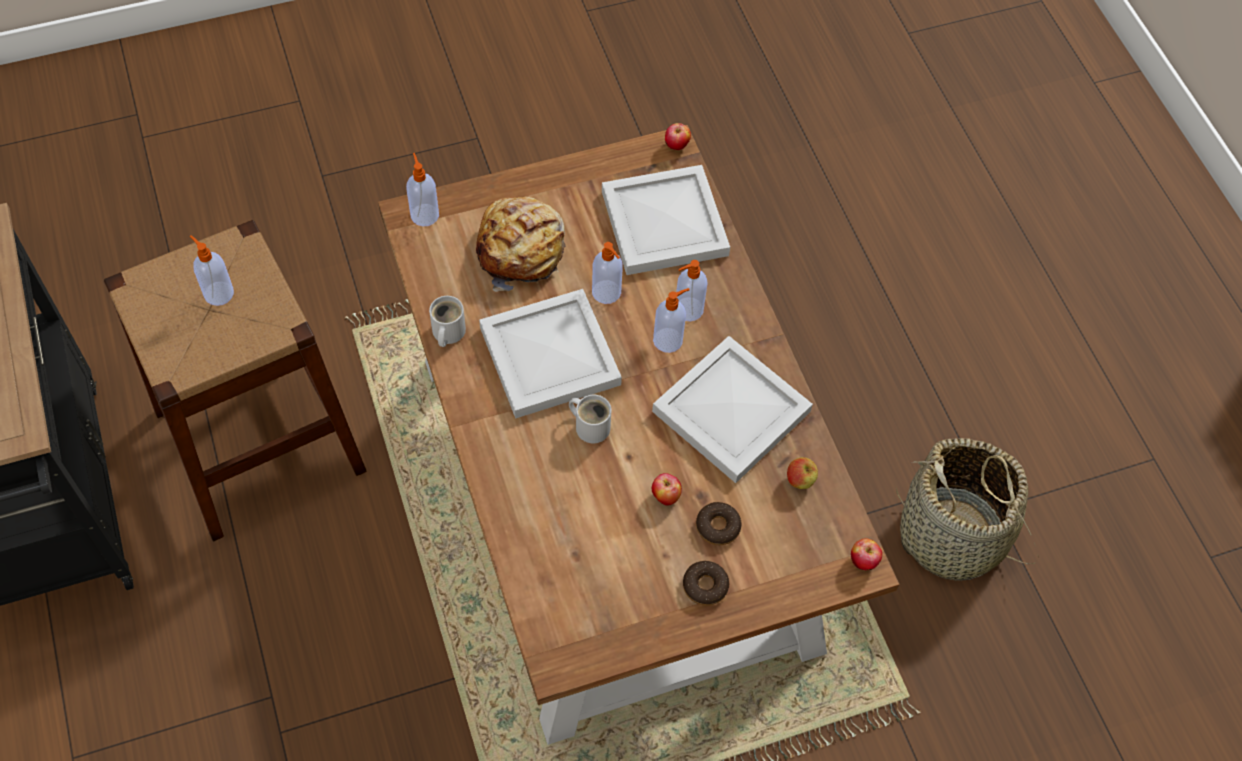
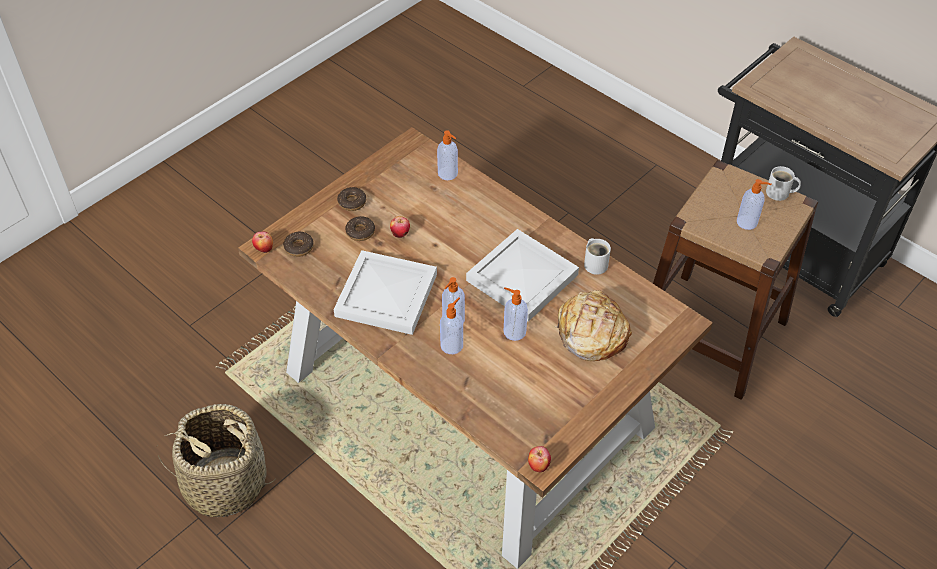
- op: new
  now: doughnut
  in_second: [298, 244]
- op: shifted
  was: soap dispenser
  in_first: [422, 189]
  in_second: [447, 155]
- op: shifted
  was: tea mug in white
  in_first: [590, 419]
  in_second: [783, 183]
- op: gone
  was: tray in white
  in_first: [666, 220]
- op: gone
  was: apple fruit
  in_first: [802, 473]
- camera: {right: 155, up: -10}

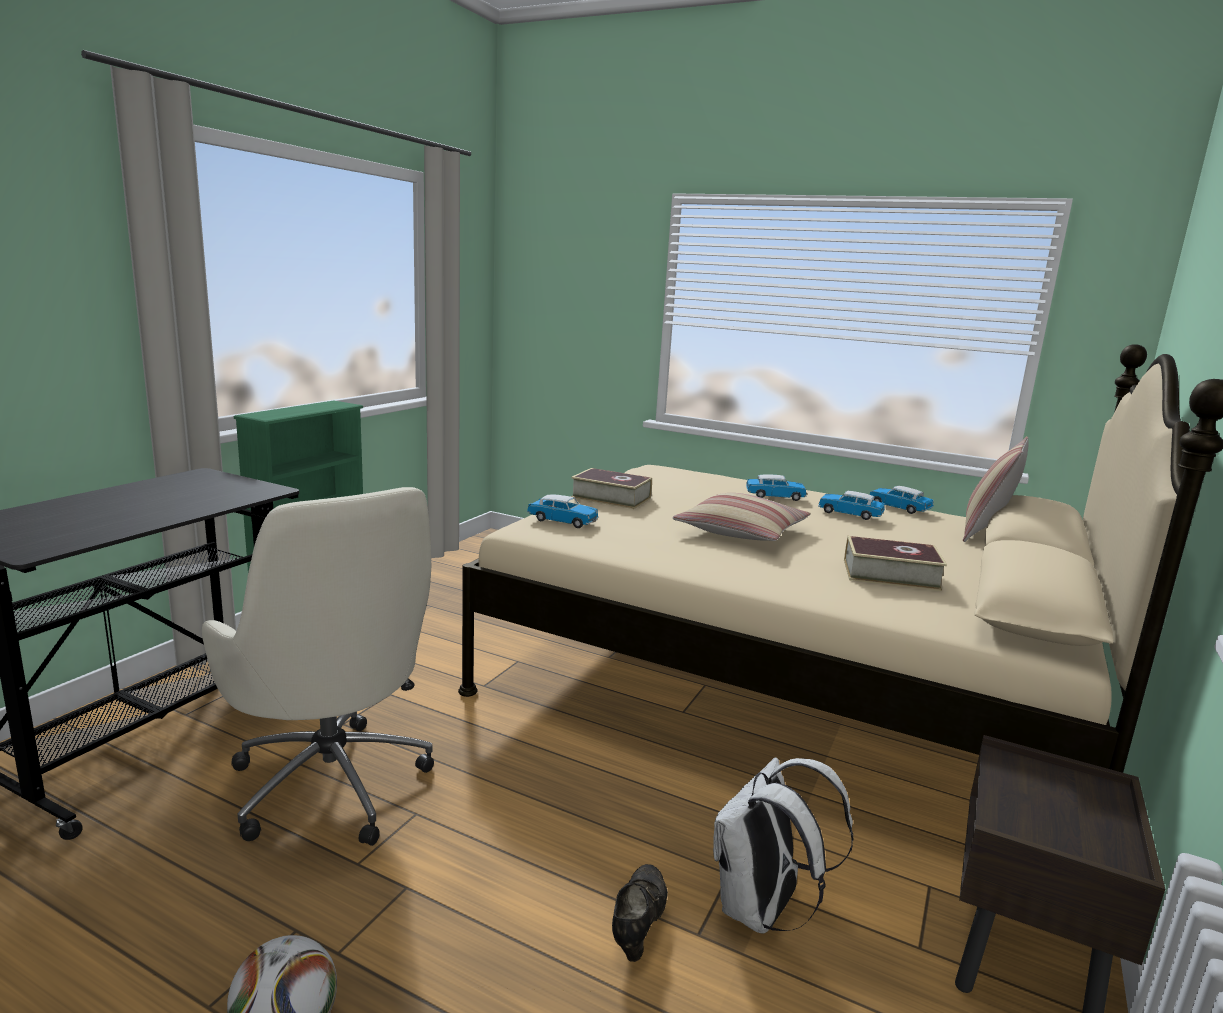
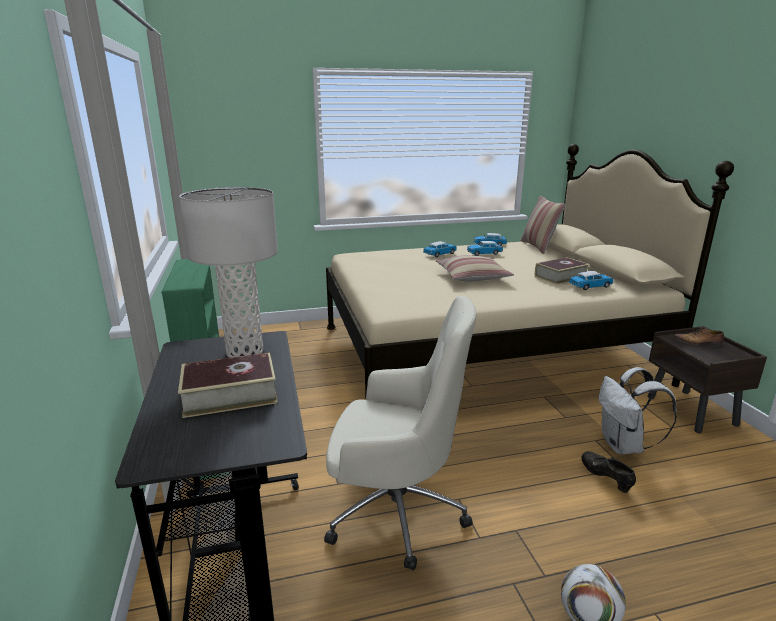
- op: shifted
  was: volume
  in_first: [611, 488]
  in_second: [228, 385]
- op: new
  now: table lamp in white
  in_second: [228, 272]
- op: shifted
  was: miniature car
  in_first: [563, 511]
  in_second: [591, 280]
- op: new
  now: shoe
  in_second: [698, 337]
- camera: {right: -40, up: 5}

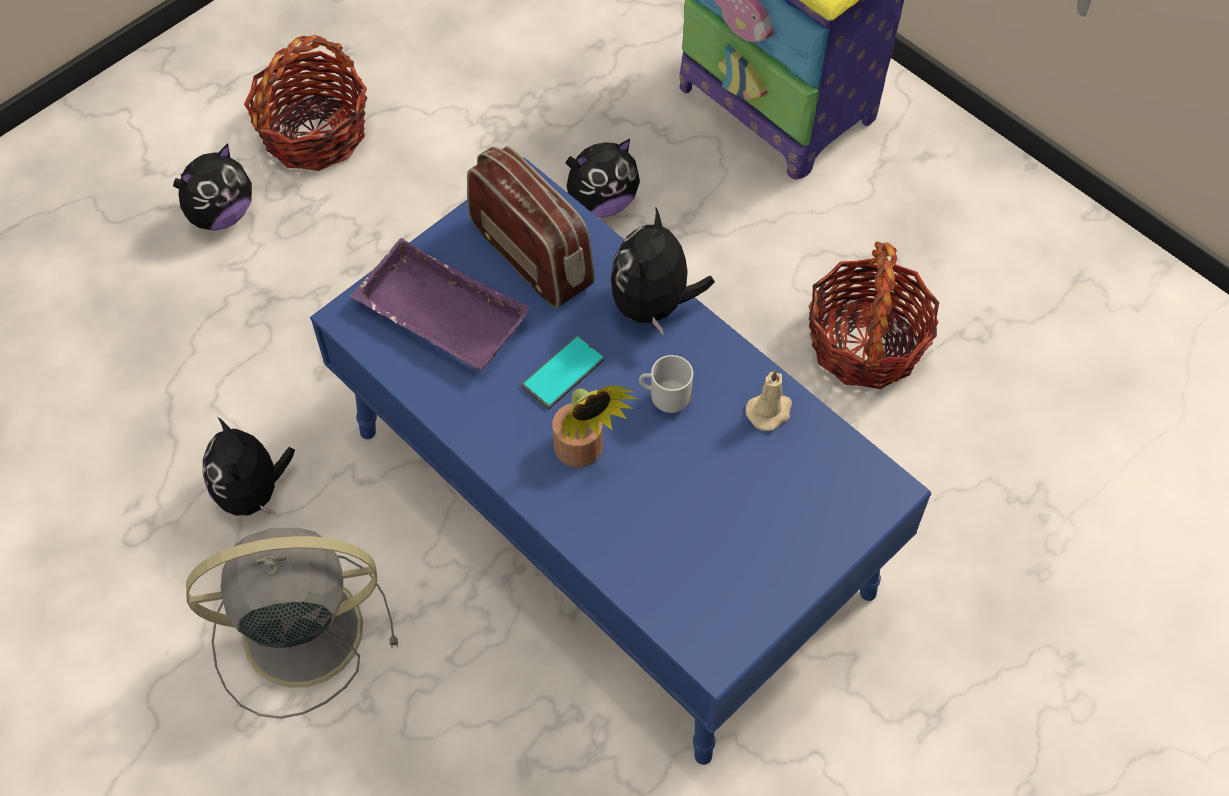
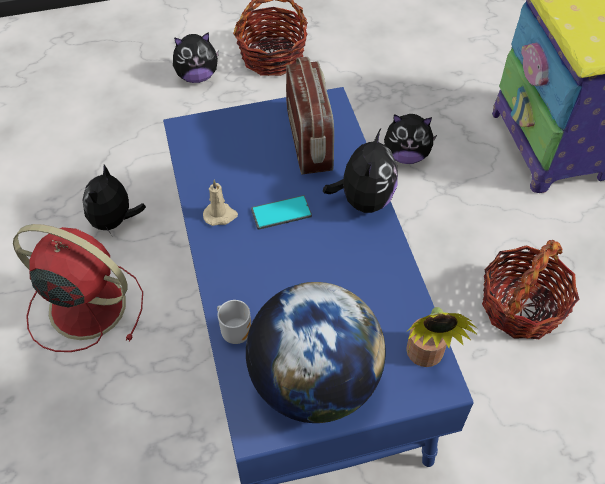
- op: repainted
  was: fan in greyish
  now: fan in red
  in_first: [292, 623]
  in_second: [78, 288]
- op: shifted
  was: wax light in beige
  in_first: [769, 400]
  in_second: [220, 203]
- op: shifted
  was: tea mug
  in_first: [666, 384]
  in_second: [234, 322]
- op: new
  now: desk globe
  in_second: [316, 352]
- op: rotated
  was: soft toy
  in_first: [662, 271]
  in_second: [360, 171]
  clockwise: 150
- op: shifted
  was: potted plant
  in_first: [595, 426]
  in_second: [442, 337]
- op: gone
  was: tray in purple
  in_first: [440, 304]
- camera: {right: 30, up: -5}

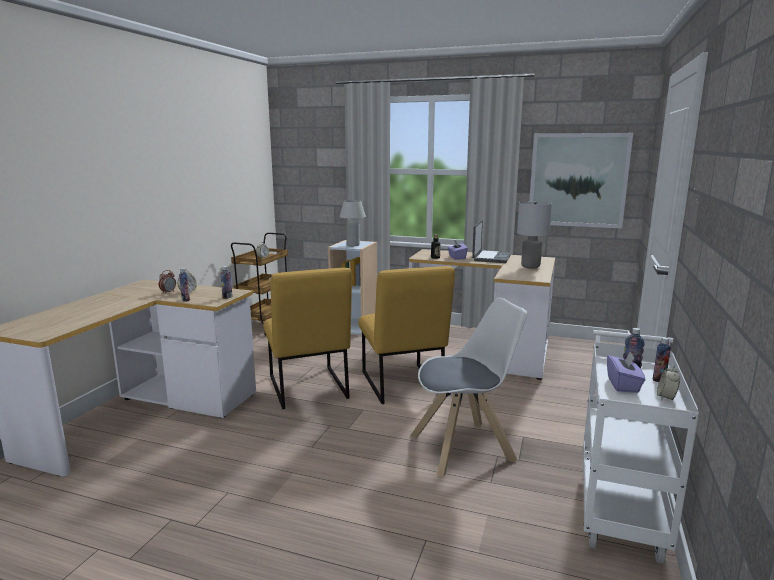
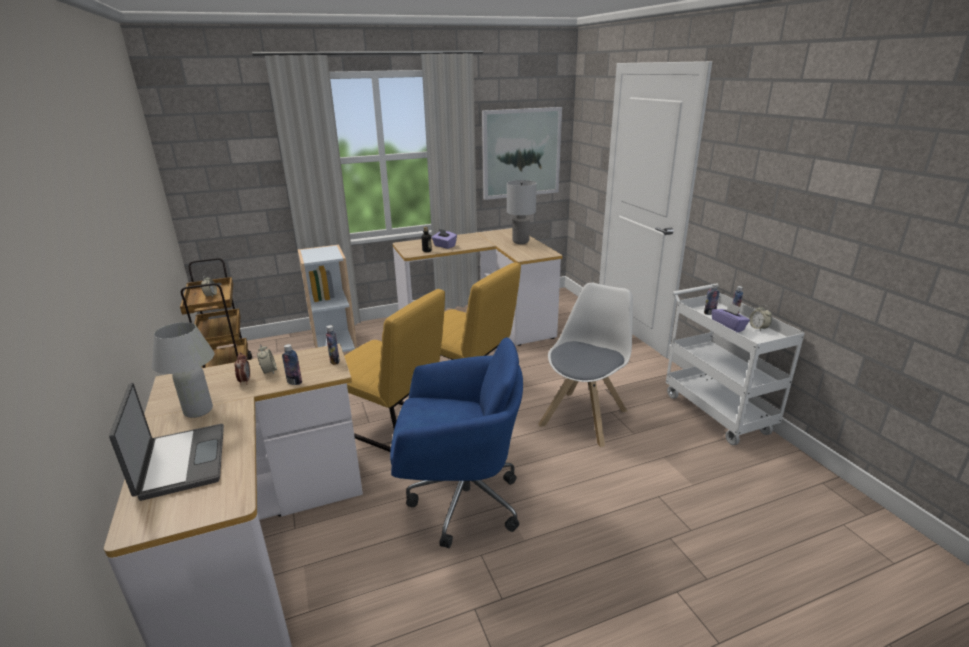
- op: shifted
  was: portable computer
  in_first: [492, 242]
  in_second: [166, 442]
- op: shifted
  was: table lamp in white
  in_first: [352, 223]
  in_second: [183, 370]
- op: new
  now: computer chair in blue-coloured
  in_second: [456, 442]
- camera: {right: -40, up: 10}

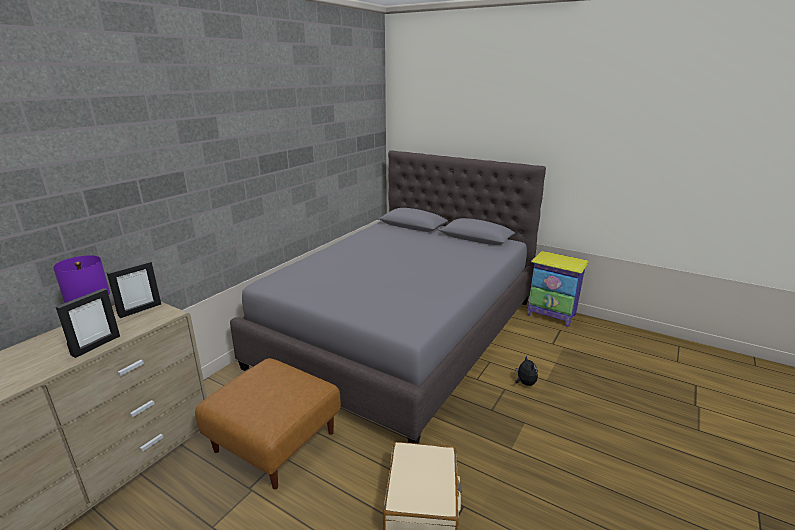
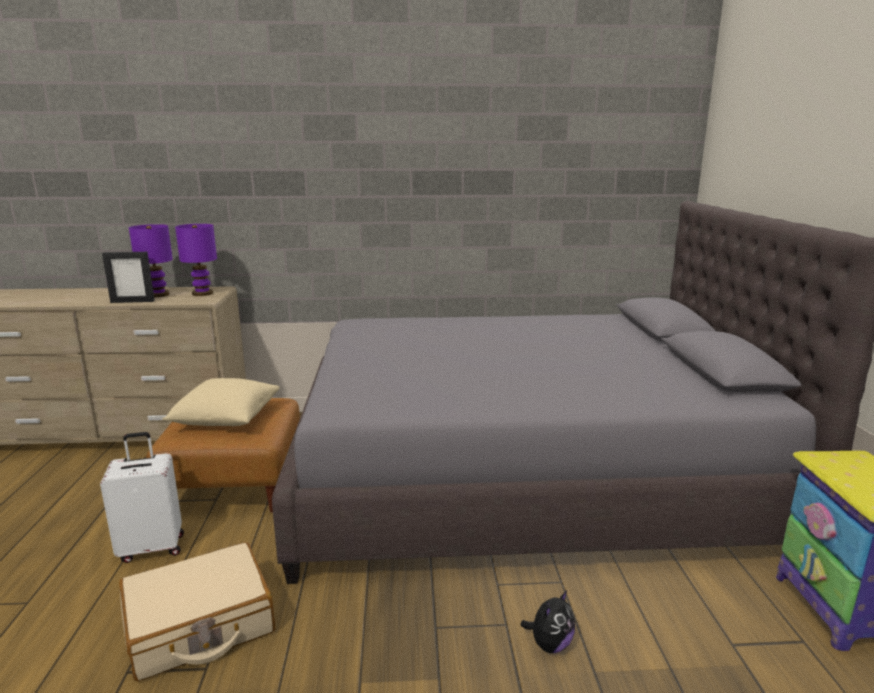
- op: new
  now: piece of luggage in white
  in_second: [142, 497]
- op: new
  now: cushion in beige
  in_second: [221, 402]
- op: swapped
  was: picture frame
  now: table lamp in purple
  in_first: [133, 289]
  in_second: [196, 260]
- camera: {right: 55, up: -5}

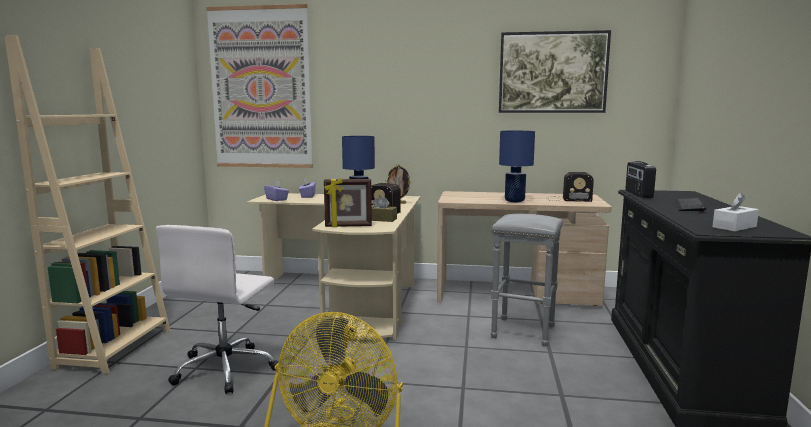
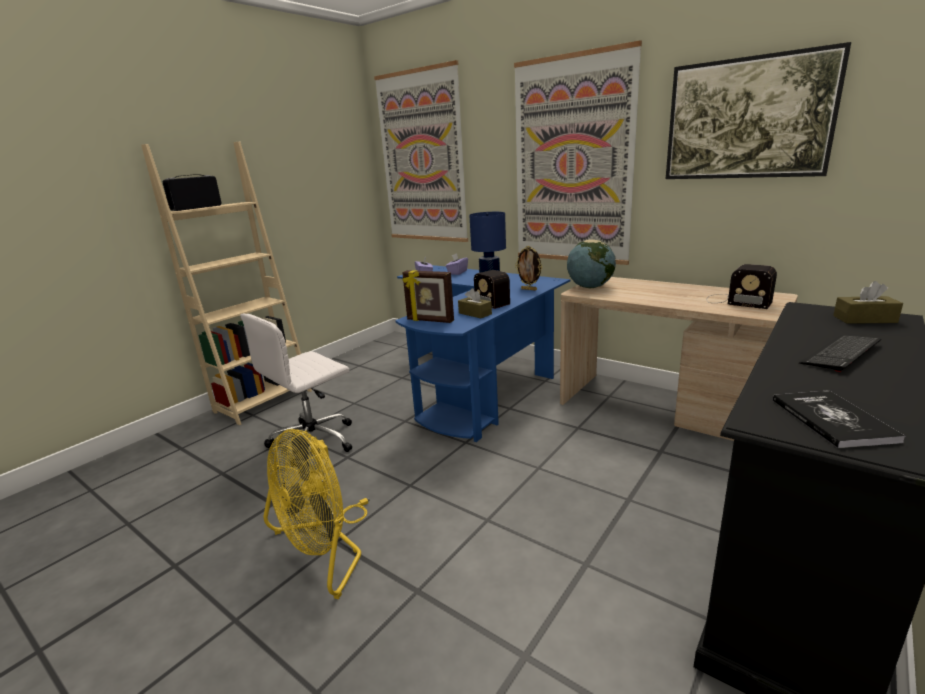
- op: shifted
  was: radio receiver
  in_first: [641, 179]
  in_second: [192, 192]
- op: repainted
  was: desk table in beige
  now: desk table in blue-coloured
  in_first: [333, 266]
  in_second: [482, 353]
- op: new
  now: picture
  in_second: [578, 152]
- op: new
  now: desk globe
  in_second: [591, 264]
- op: swapped
  was: tissue holder in white
  now: volume
  in_first: [735, 211]
  in_second: [839, 419]
- op: new
  now: tissue holder in brown-coloured
  in_second: [868, 302]
- op: gone
  was: stool seat in greyish
  in_first: [527, 280]
- op: gone
  was: table lamp in blue-coloured
  in_first: [517, 166]
- camera: {right: 30, up: 10}

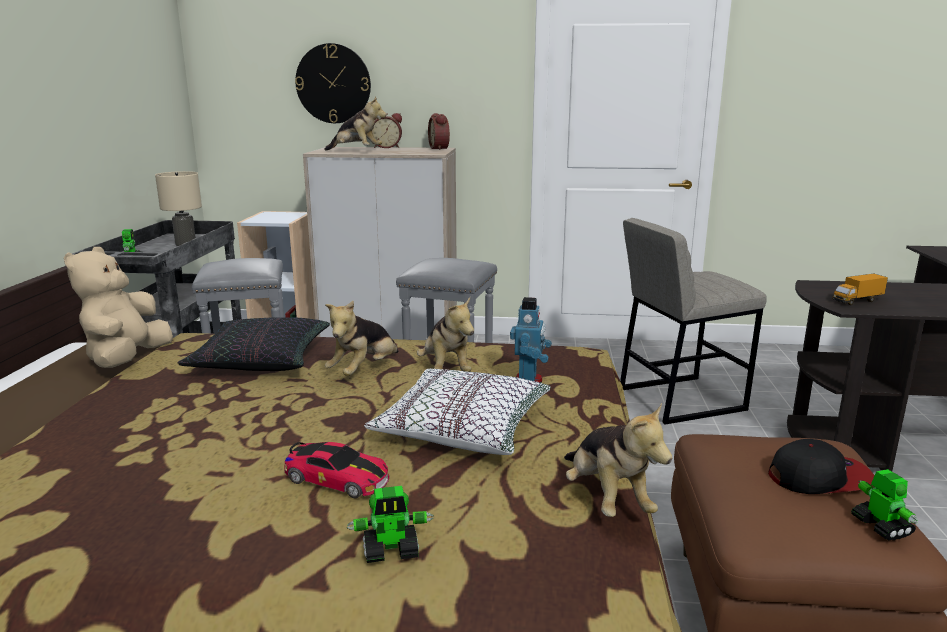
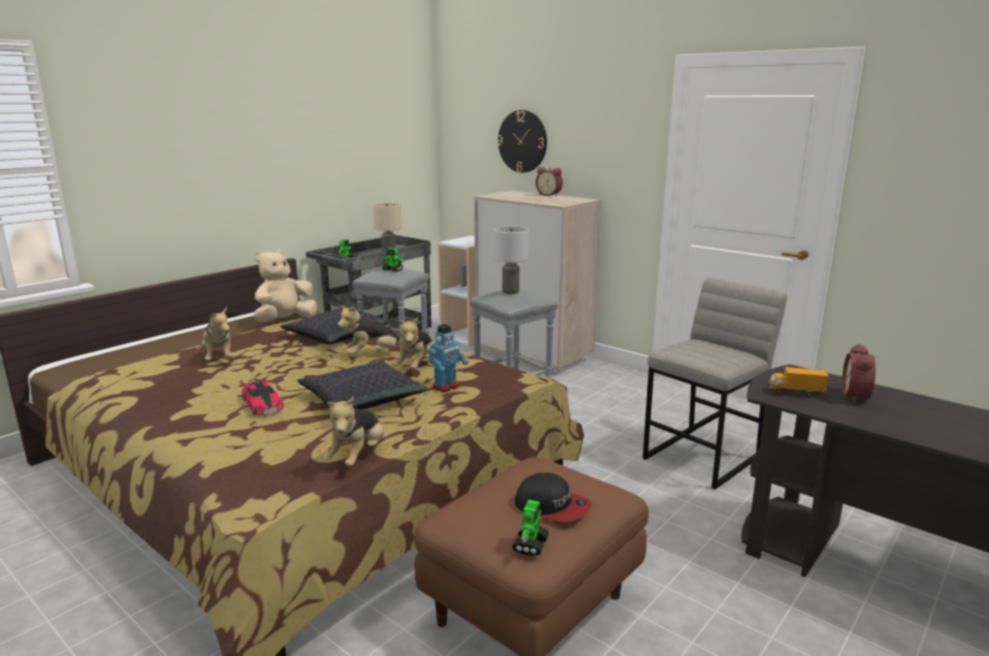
- op: shifted
  was: soft toy
  in_first: [355, 123]
  in_second: [214, 333]
- op: repainted
  was: cushion in white
  now: cushion in blackish
  in_first: [457, 412]
  in_second: [362, 385]
- op: shifted
  was: robot figure
  in_first: [390, 524]
  in_second: [392, 260]
- op: new
  now: table lamp in white
  in_second: [511, 260]
- op: rotated
  was: chair in greyish
  in_first: [693, 321]
  in_second: [715, 383]
  clockwise: 120
- op: shifted
  was: table clock
  in_first: [439, 131]
  in_second: [859, 373]
- camera: {right: 35, up: 0}

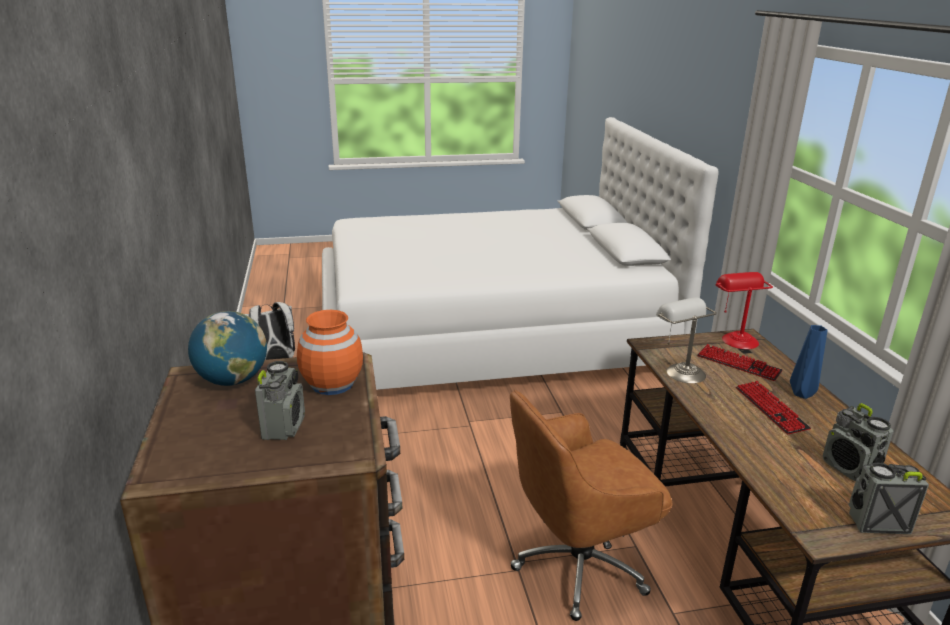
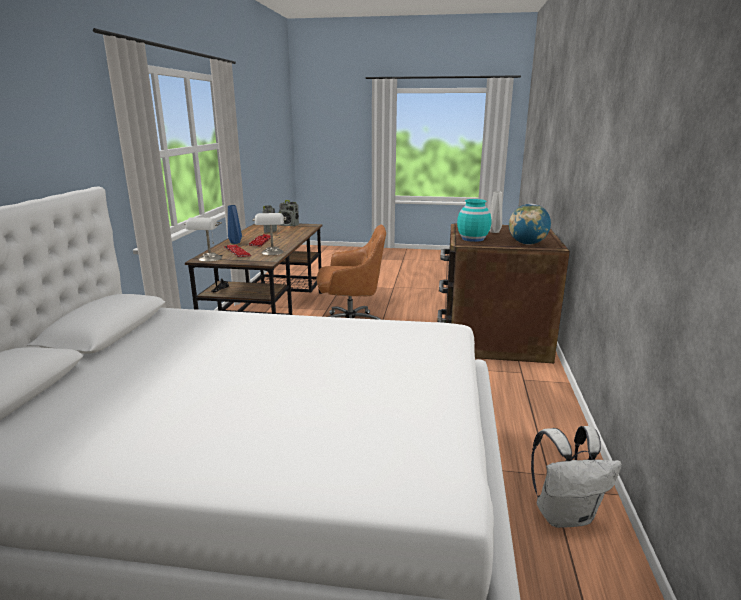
- op: repainted
  was: table lamp in red
  now: table lamp in white
  in_first: [744, 310]
  in_second: [203, 239]
- op: repainted
  was: decorative vase in orange
  now: decorative vase in blue-green
  in_first: [330, 352]
  in_second: [474, 220]
- op: swapped
  was: radio receiver
  now: decorative vase in greyish
  in_first: [280, 400]
  in_second: [496, 212]
- camera: {right: -160, up: -5}

